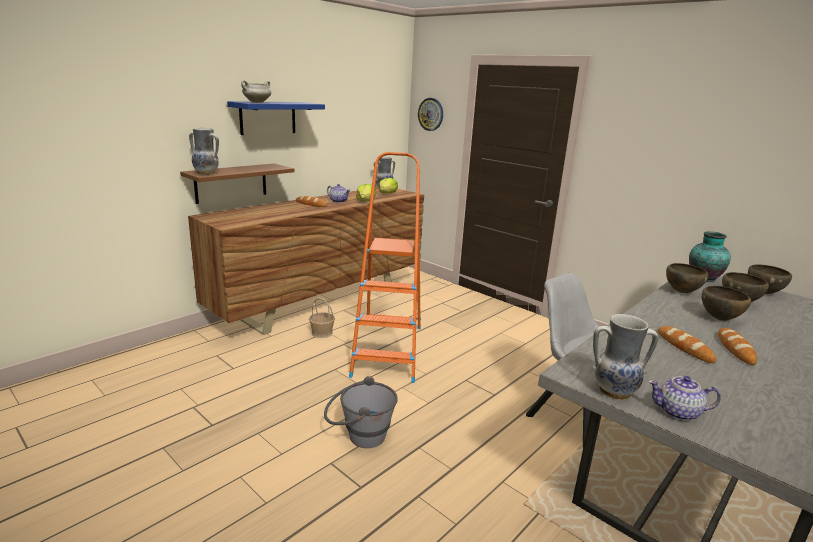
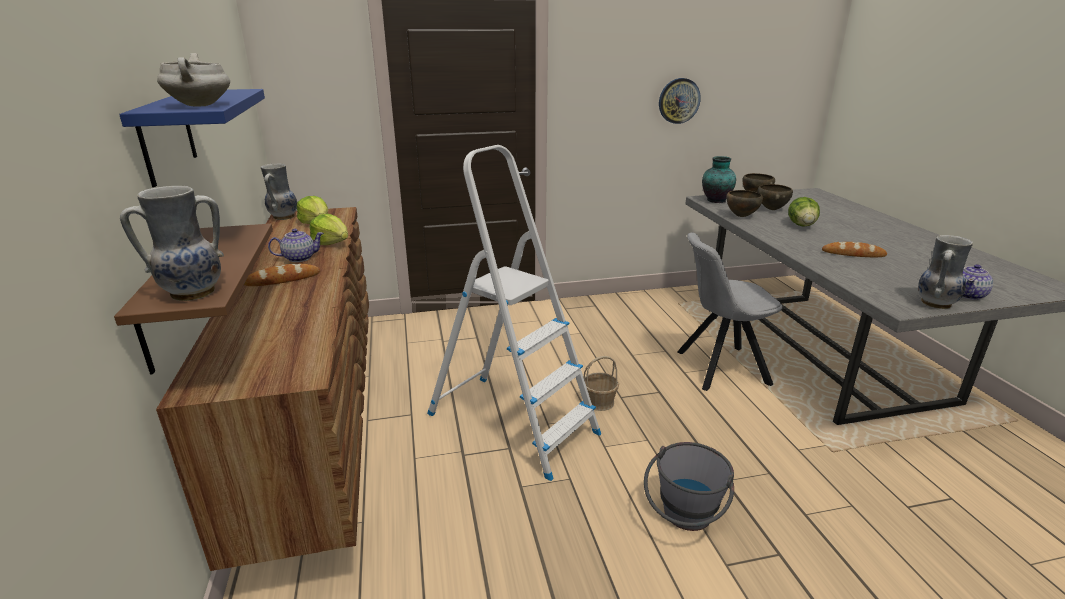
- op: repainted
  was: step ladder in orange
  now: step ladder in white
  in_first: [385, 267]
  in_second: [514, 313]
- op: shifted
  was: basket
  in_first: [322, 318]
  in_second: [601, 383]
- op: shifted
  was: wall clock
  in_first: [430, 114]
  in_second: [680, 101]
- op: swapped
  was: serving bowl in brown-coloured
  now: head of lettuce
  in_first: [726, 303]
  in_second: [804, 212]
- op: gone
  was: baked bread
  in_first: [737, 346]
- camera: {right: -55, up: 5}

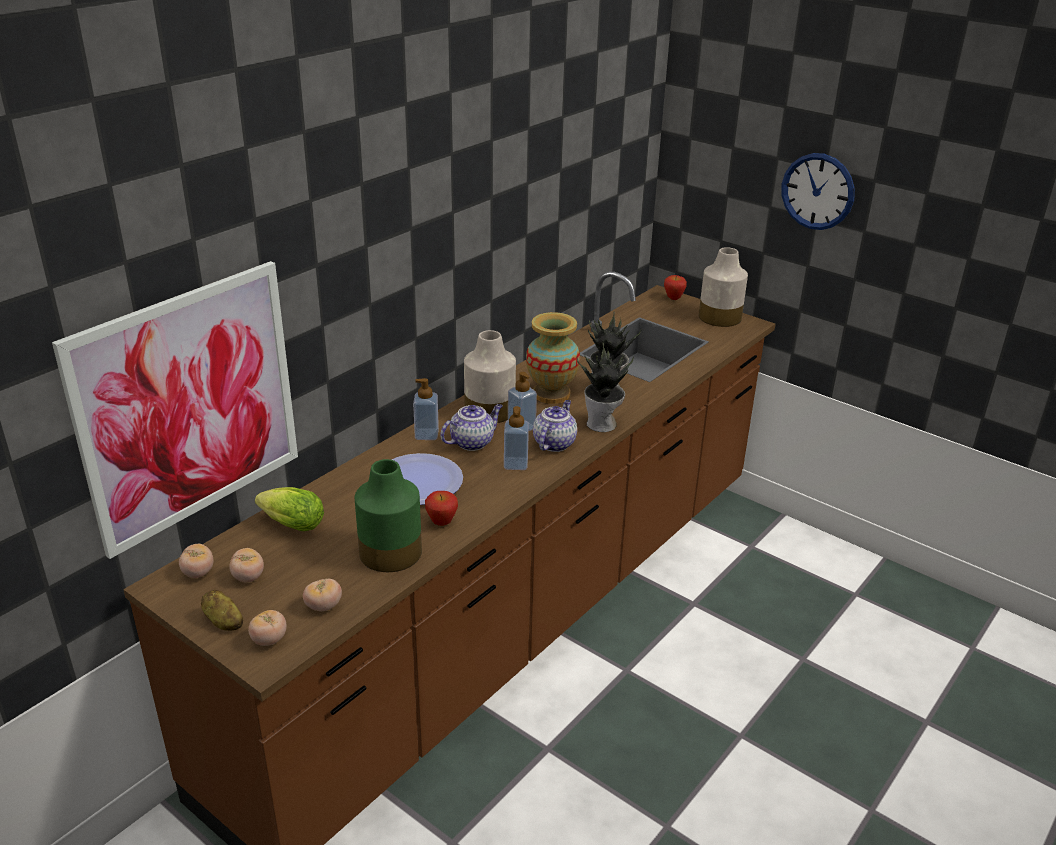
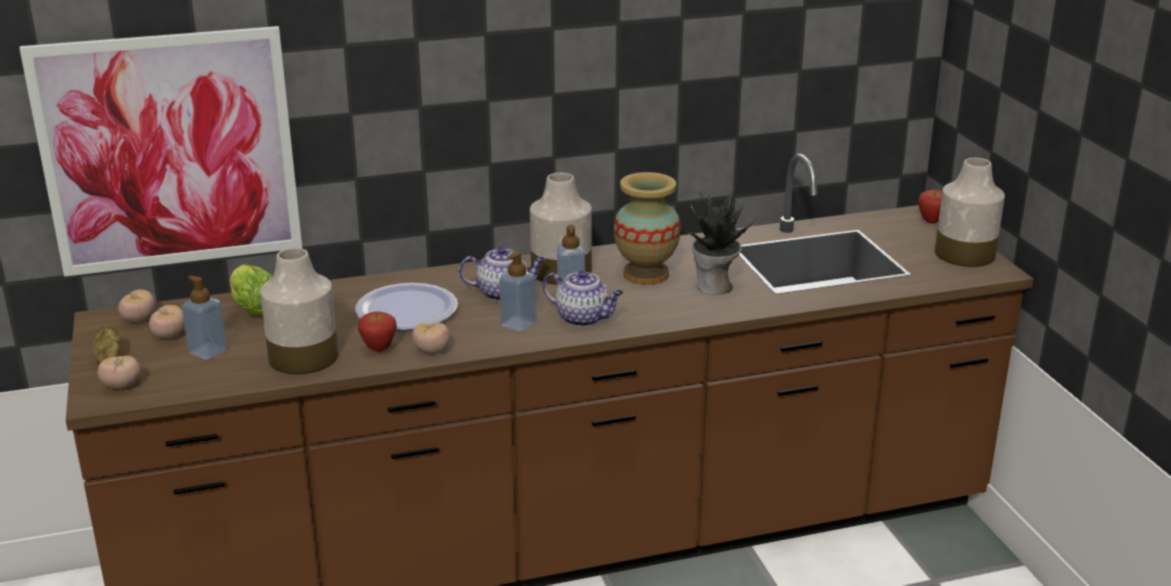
- op: shifted
  was: soap dispenser
  in_first: [426, 409]
  in_second: [204, 317]
- op: repainted
  was: decorative vase in green
  now: decorative vase in beige
  in_first: [388, 515]
  in_second: [299, 311]
- op: shifted
  was: fresh tomato
  in_first: [322, 595]
  in_second: [431, 338]
- op: rotated
  was: tea pot
  in_first: [555, 426]
  in_second: [583, 298]
  clockwise: 60
- op: gone
  was: potted plant
  in_first: [605, 387]
- op: gone
  was: wall clock
  in_first: [818, 191]
- camera: {right: 35, up: -5}

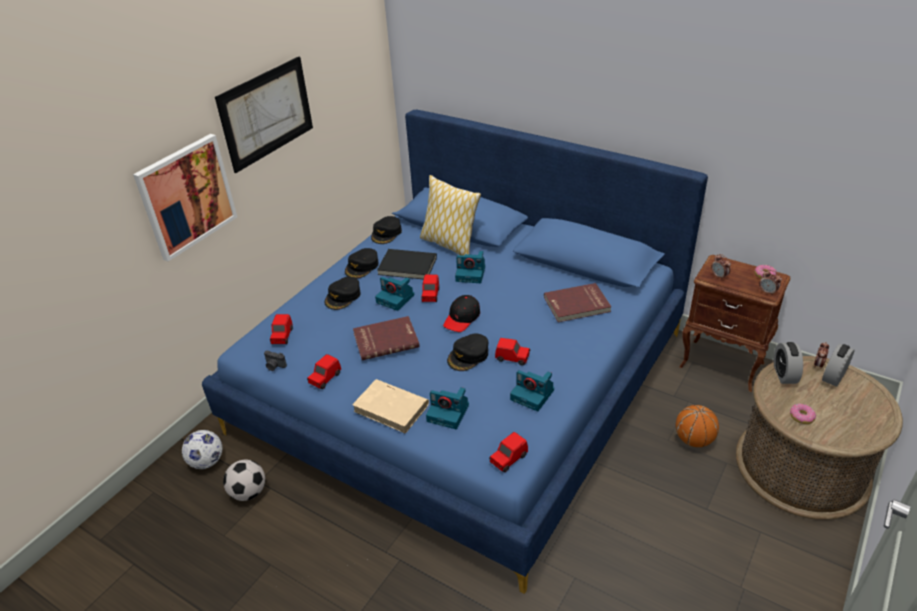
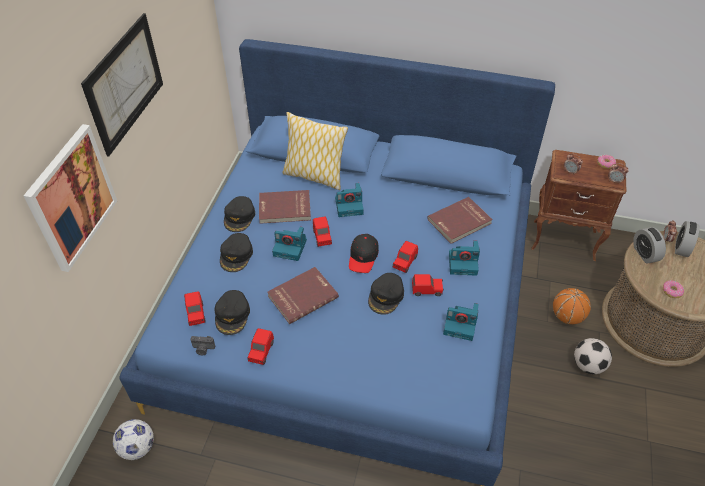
- op: shifted
  was: cap in blackish
  in_first: [386, 230]
  in_second: [232, 312]
- op: repainted
  was: volume in blackish
  now: volume in red
  in_first: [407, 264]
  in_second: [285, 207]
- op: shifted
  was: miniature car in red
  in_first: [508, 452]
  in_second: [405, 257]
- op: shifted
  was: photo camera
  in_first: [447, 408]
  in_second: [464, 258]
- op: shifted
  was: football ball
  in_first: [244, 480]
  in_second: [593, 356]
- op: gone
  was: volume in beige
  in_first: [390, 406]
- camera: {right: -20, up: 10}

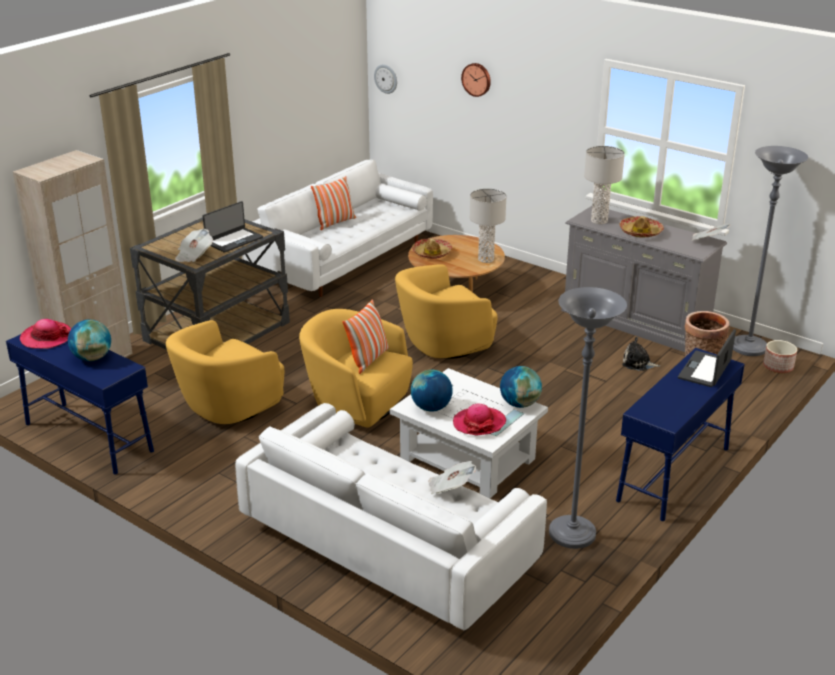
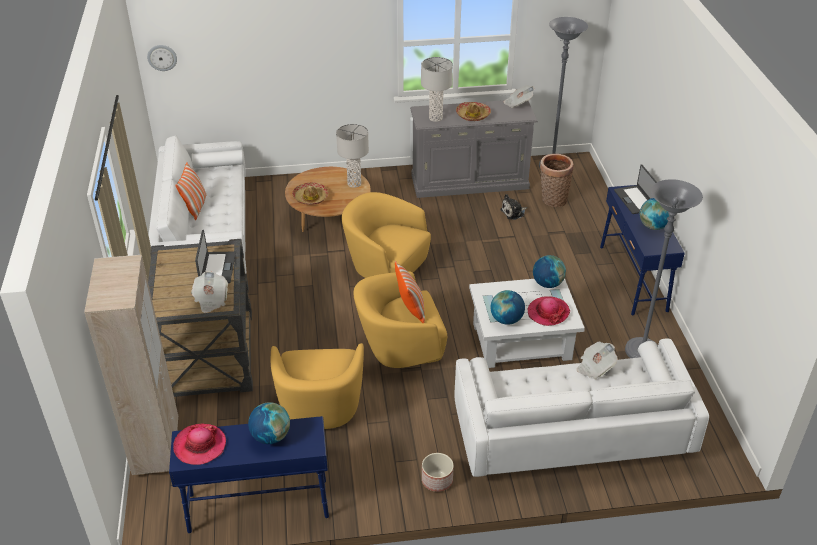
- op: rotated
  was: easy chair in yellow-coloured
  in_first: [446, 311]
  in_second: [386, 235]
  clockwise: 105
- op: shifted
  was: plant pot
  in_first: [780, 356]
  in_second: [438, 472]
- op: new
  now: desk globe
  in_second: [655, 214]
- op: gone
  was: wall clock
  in_first: [476, 80]
- camera: {right: -45, up: 10}

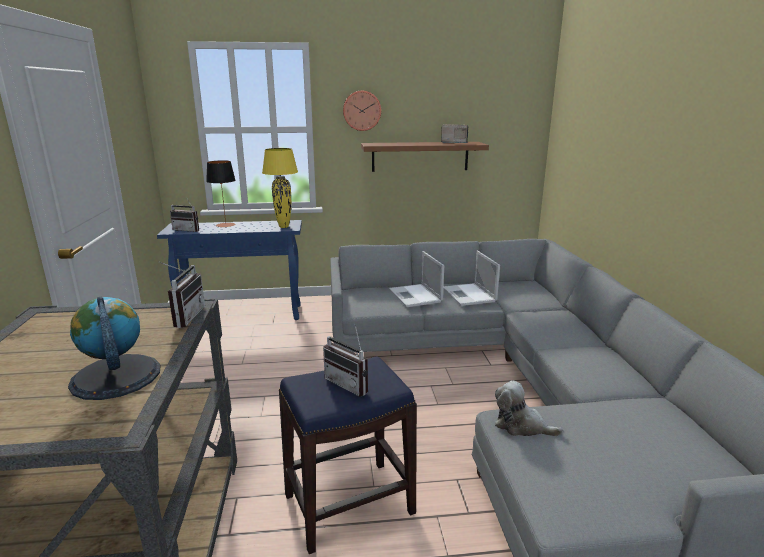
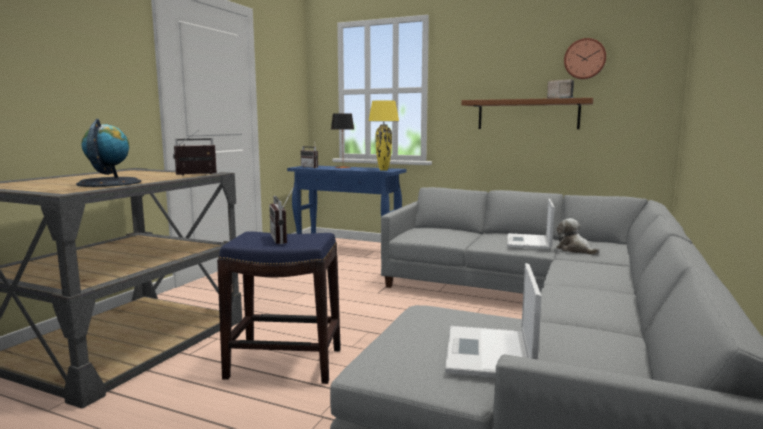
- op: rotated
  was: radio receiver
  in_first: [182, 295]
  in_second: [195, 152]
  clockwise: -150
- op: shifted
  was: portable computer
  in_first: [416, 279]
  in_second: [493, 320]
- op: shifted
  was: soft toy
  in_first: [529, 408]
  in_second: [578, 236]
- op: shifted
  was: wall clock
  in_first: [362, 111]
  in_second: [585, 58]
- camera: {right: 30, up: -10}

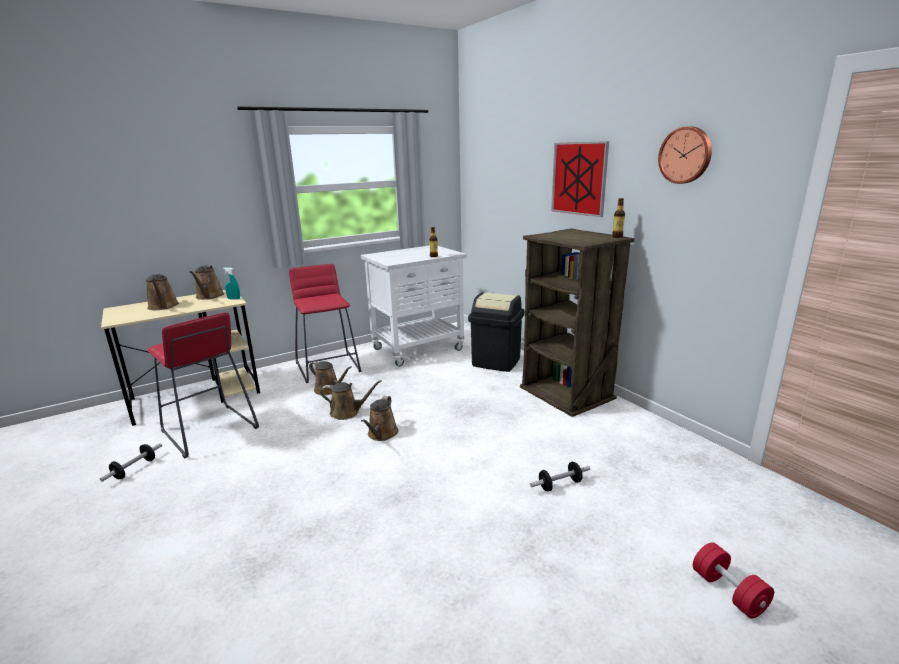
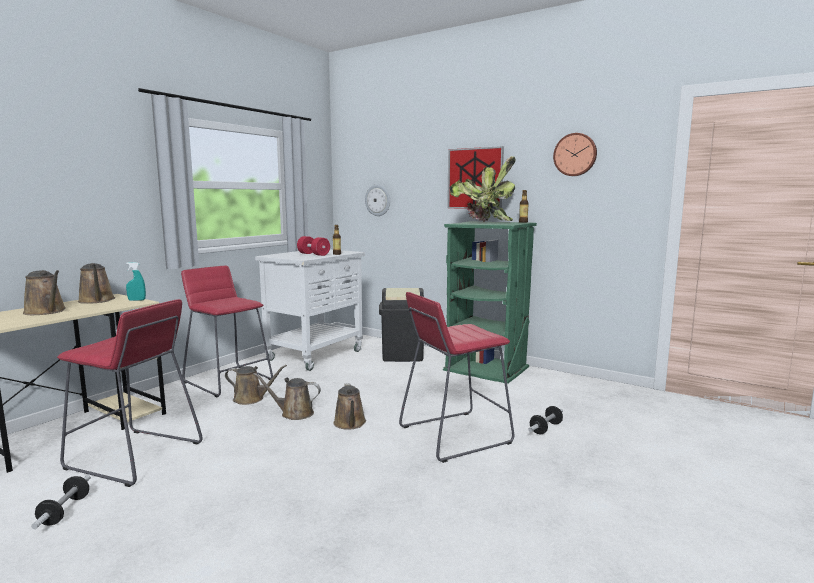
- op: rotated
  was: watering pot in brown-coloured
  in_first: [351, 400]
  in_second: [287, 396]
  clockwise: -150
- op: shifted
  was: dumbbell in red
  in_first: [733, 580]
  in_second: [313, 246]
- op: new
  now: wall clock
  in_second: [377, 200]
- op: new
  now: stool seat in red
  in_second: [457, 377]
- op: repainted
  was: bookshelf in brown-coloured
  now: bookshelf in green
  in_first: [576, 323]
  in_second: [490, 302]
- op: new
  now: potted plant
  in_second: [482, 189]
- camera: {right: -25, up: -10}

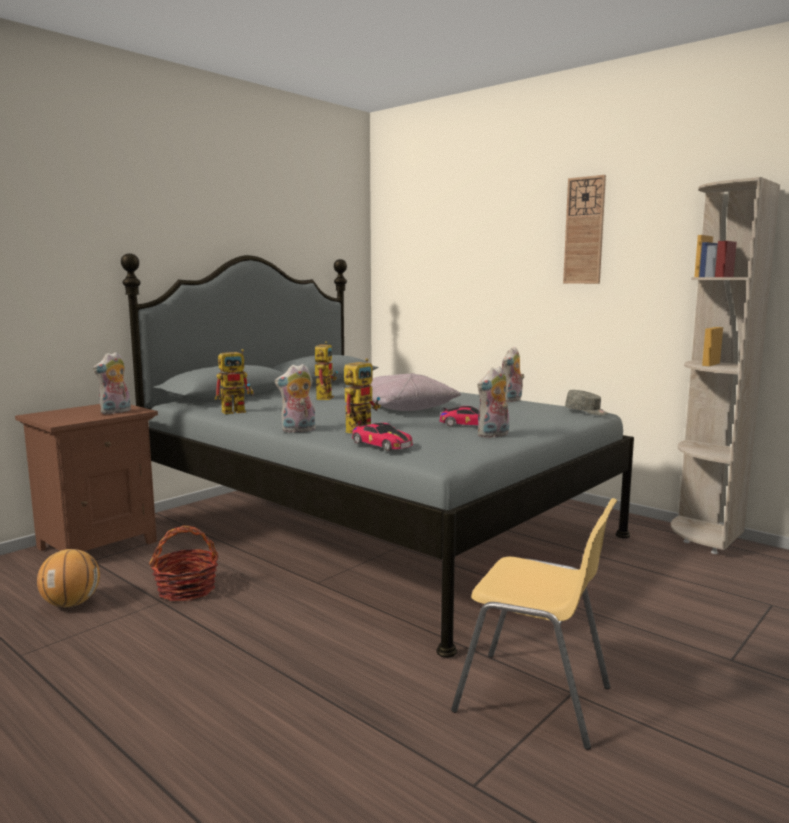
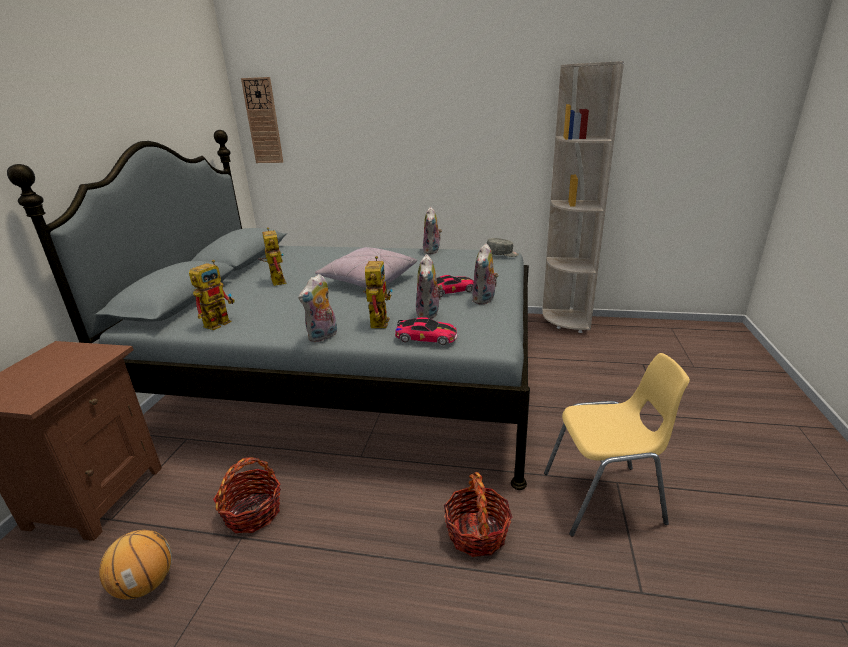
- op: shifted
  was: wall clock
  in_first: [584, 229]
  in_second: [262, 120]
- op: shifted
  was: soft toy
  in_first: [112, 383]
  in_second: [429, 286]
- op: new
  now: basket
  in_second: [478, 514]
- camera: {right: -30, up: 15}

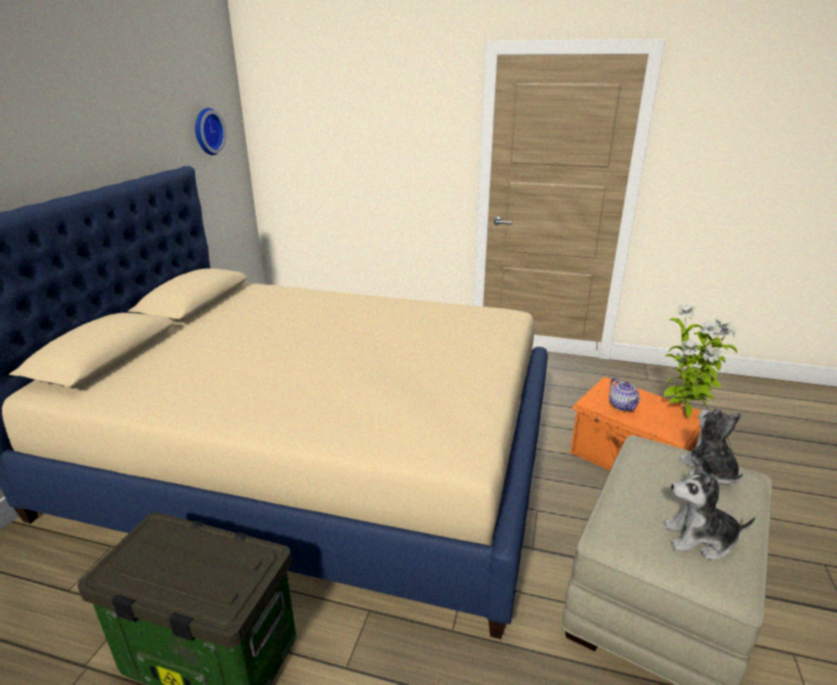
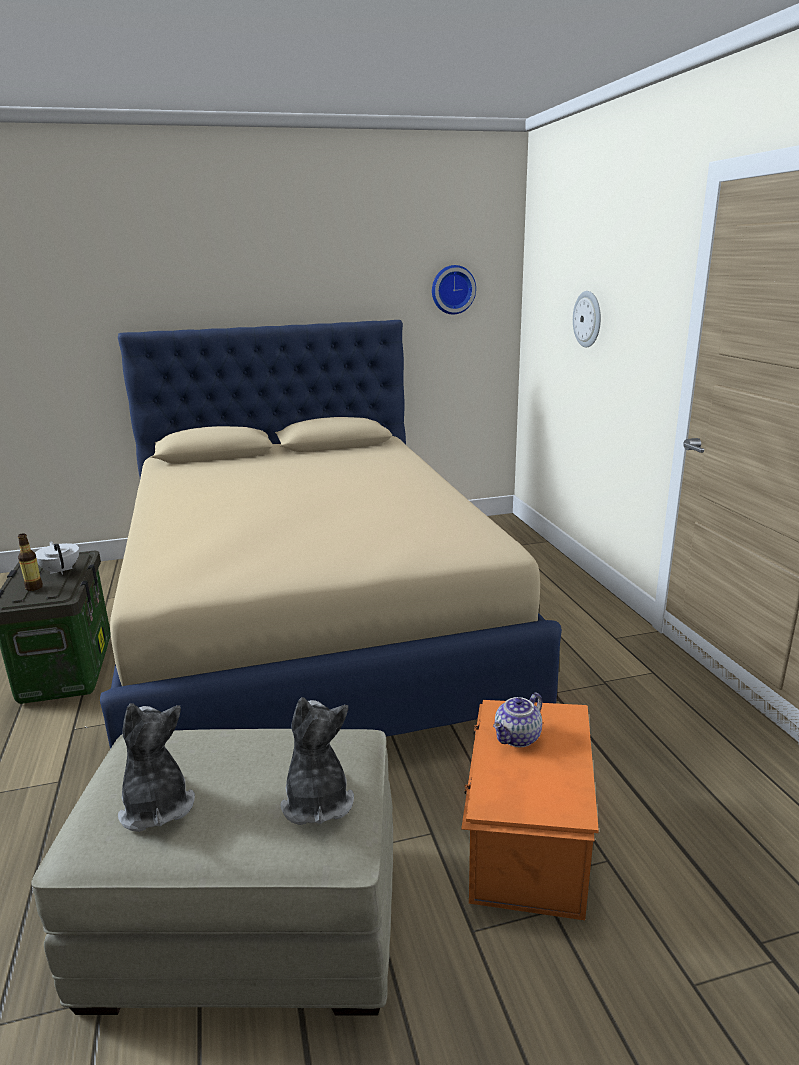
- op: new
  now: beverage bottle
  in_second: [30, 562]
- op: new
  now: tea pot in white
  in_second: [57, 558]
- op: rotated
  was: soft toy
  in_first: [711, 446]
  in_second: [317, 761]
  clockwise: -60
- op: new
  now: wall clock
  in_second: [587, 319]
- op: gone
  was: potted plant
  in_first: [701, 360]
- camera: {right: 60, up: -5}

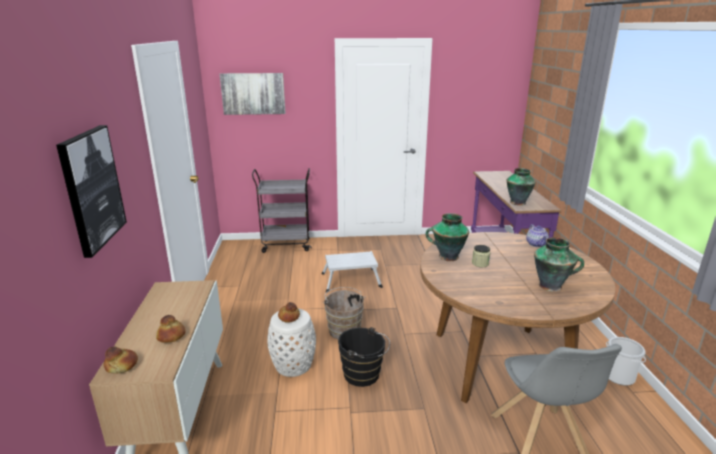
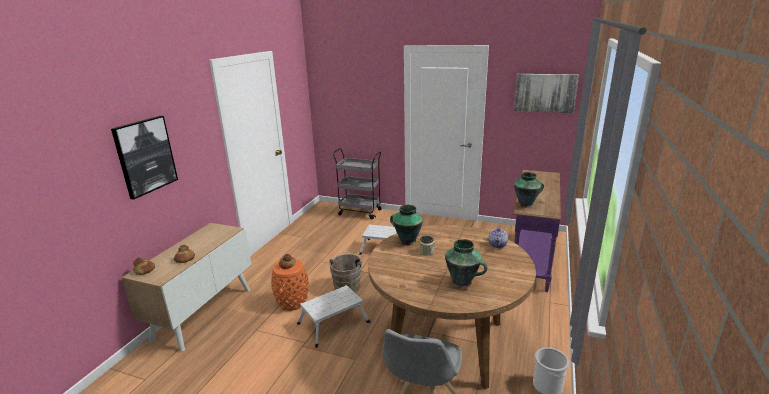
- op: repainted
  was: stool seat in white
  now: stool seat in orange
  in_first: [291, 342]
  in_second: [290, 285]
- op: swapped
  was: water bucket in blackish
  now: step ladder in white
  in_first: [364, 357]
  in_second: [333, 316]
- op: shifted
  was: picture
  in_first: [252, 94]
  in_second: [546, 93]
- camera: {right: 25, up: 0}

